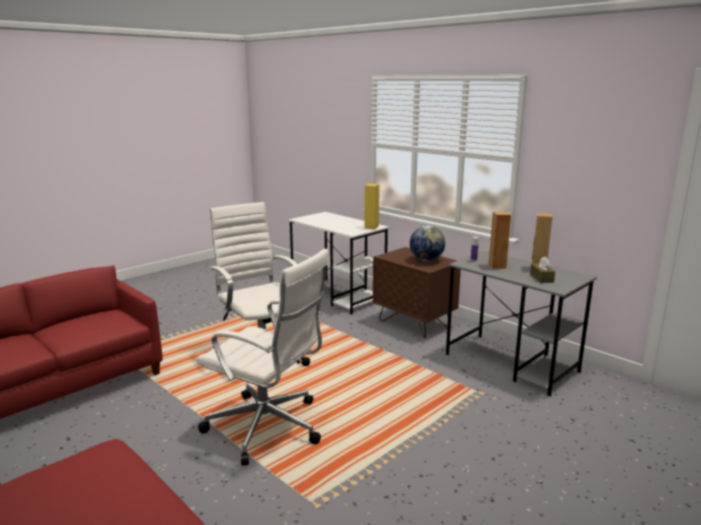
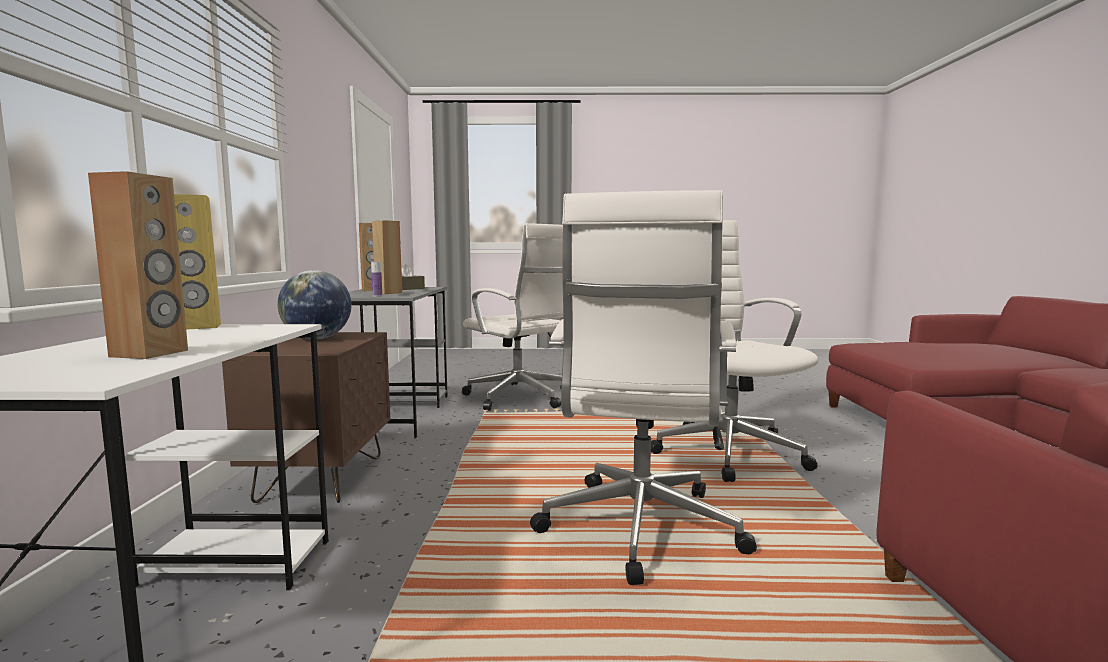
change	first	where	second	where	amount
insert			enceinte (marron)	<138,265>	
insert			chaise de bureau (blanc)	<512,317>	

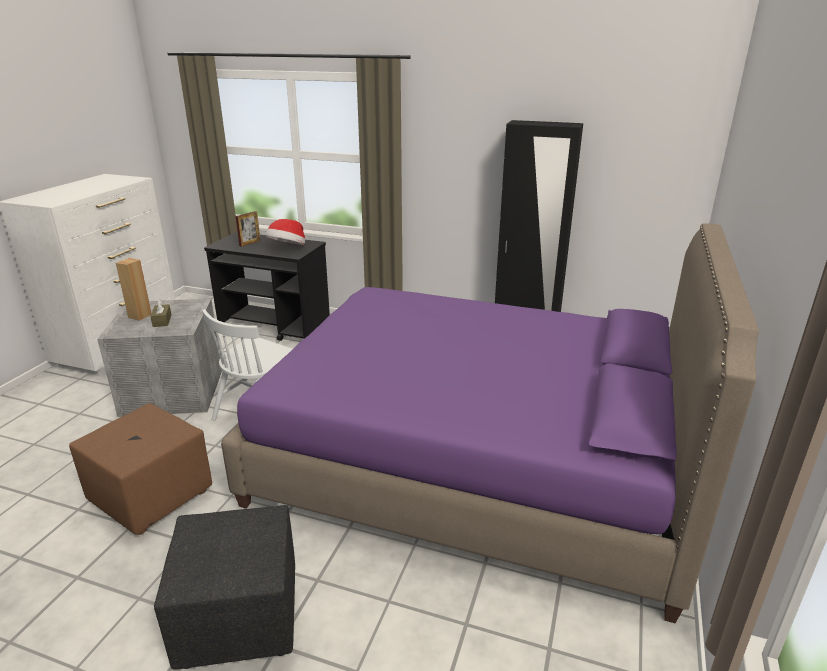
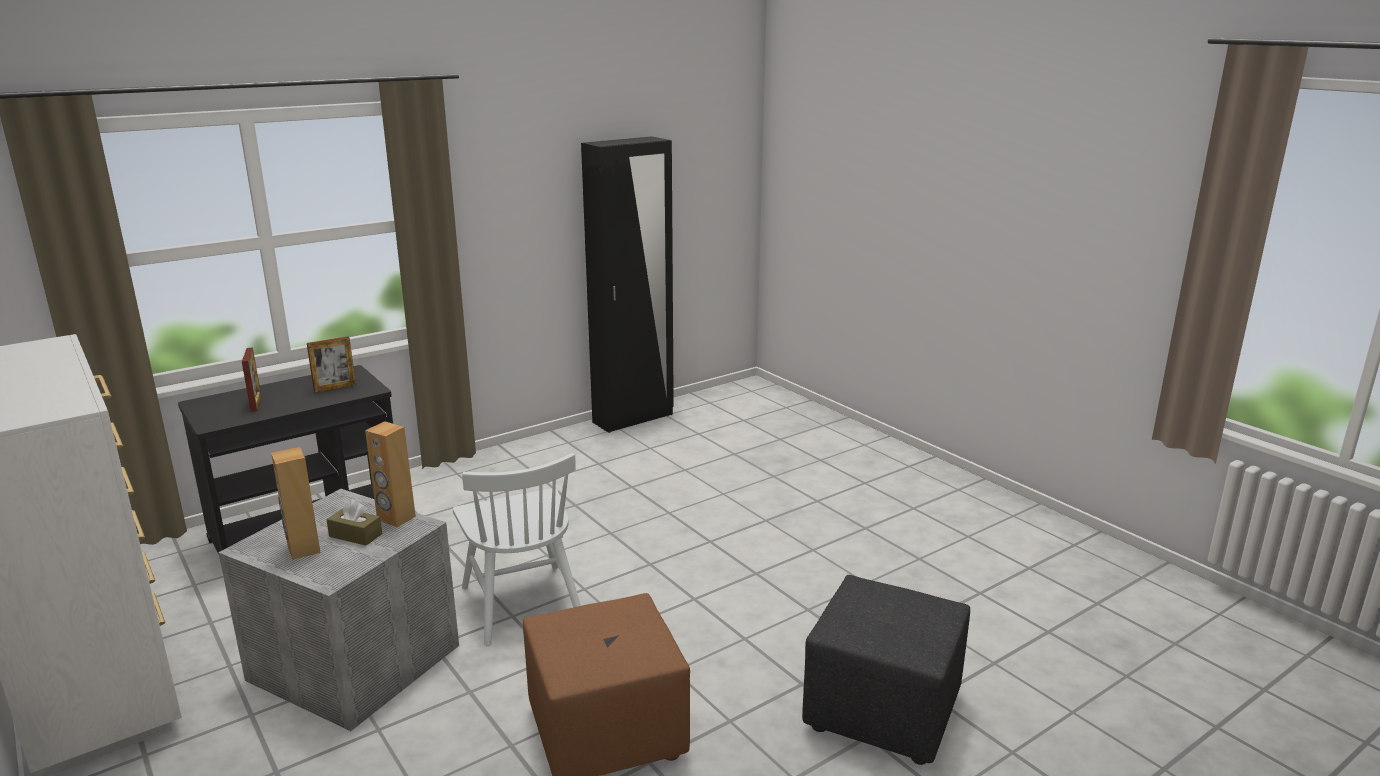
change	first	where	second	where	amount
delete	lit (violet)	<490,423>			
replace	chapeau	<285,232>	cadre photo	<331,365>	
insert			enceinte (marron)	<390,474>	

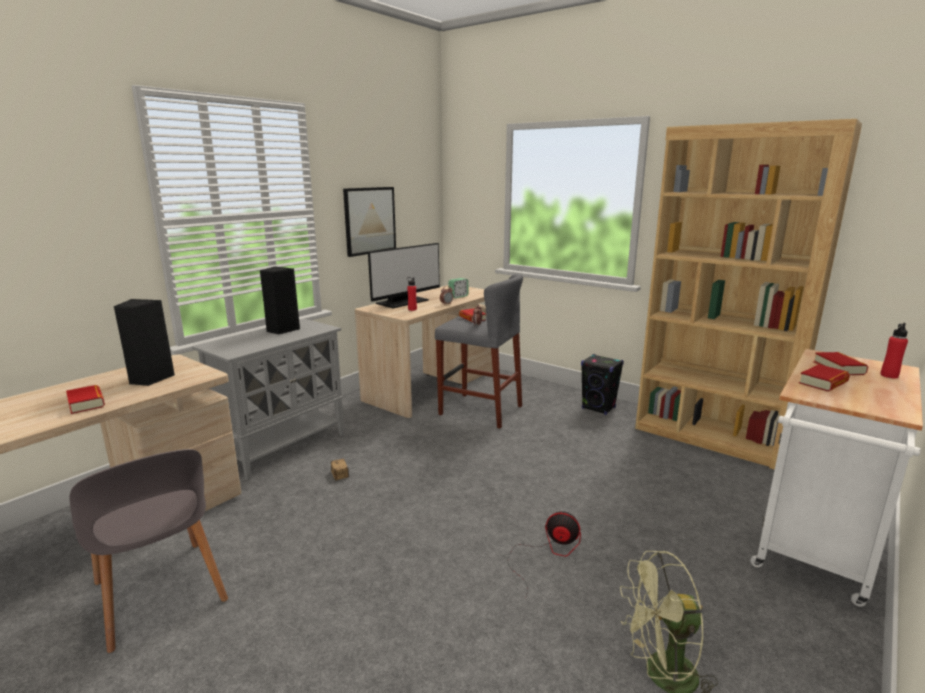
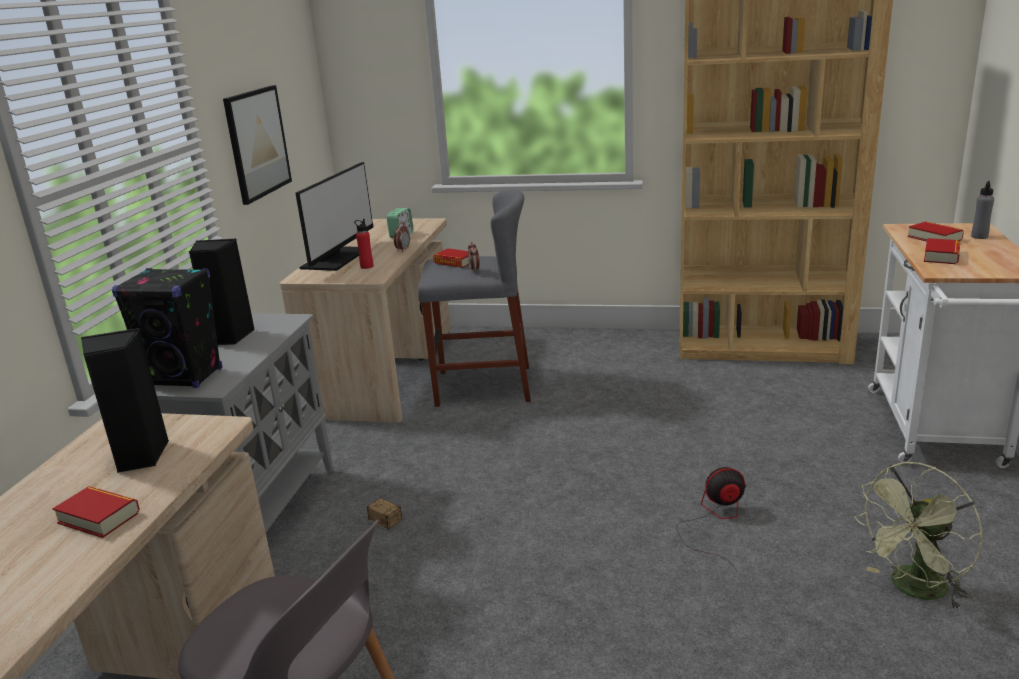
change	first	where	second	where	amount
move	enceinte (noir)	<602,384>		<167,328>	
recolor	bouteille (rouge)	<894,350>	bouteille (gris)	<982,210>	

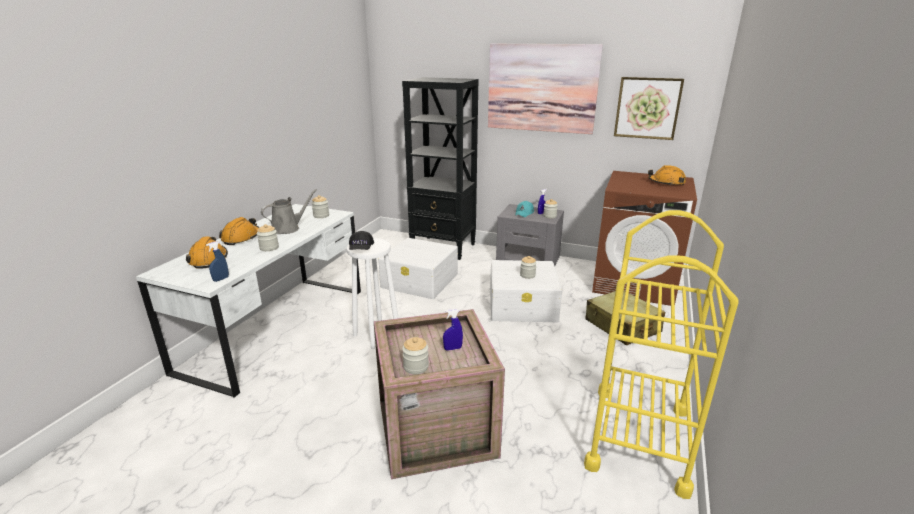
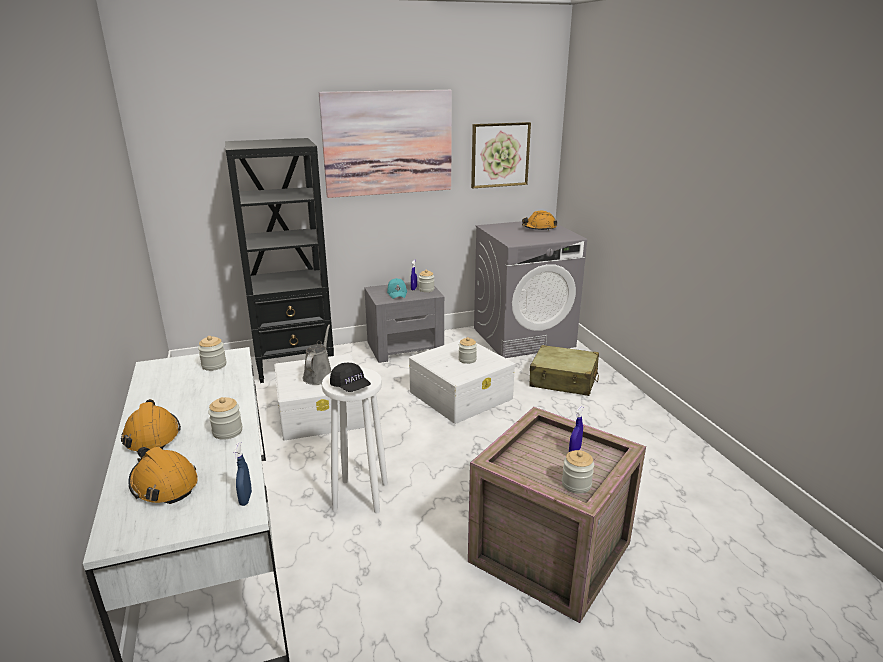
change	first	where	second	where	amount
move	arrosoir (gris)	<289,211>		<317,355>	
delete	chariot (jaune)	<661,354>			
recolor	lave-linge (marron)	<644,238>	lave-linge (gris)	<530,289>	

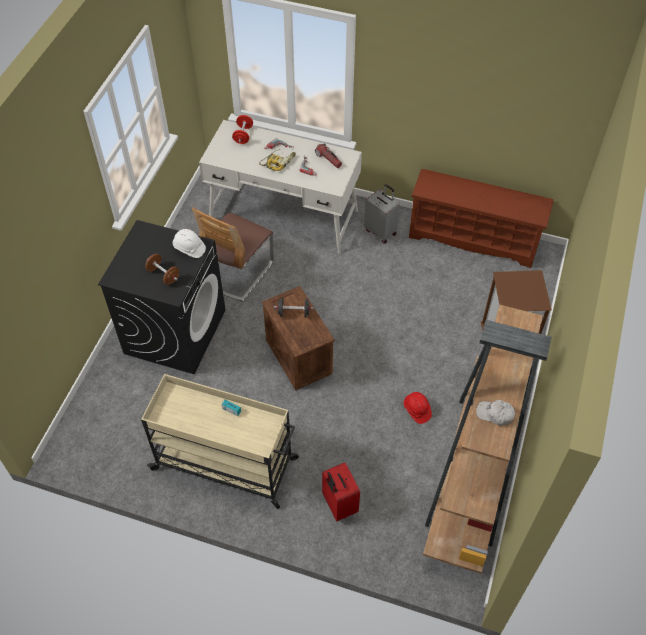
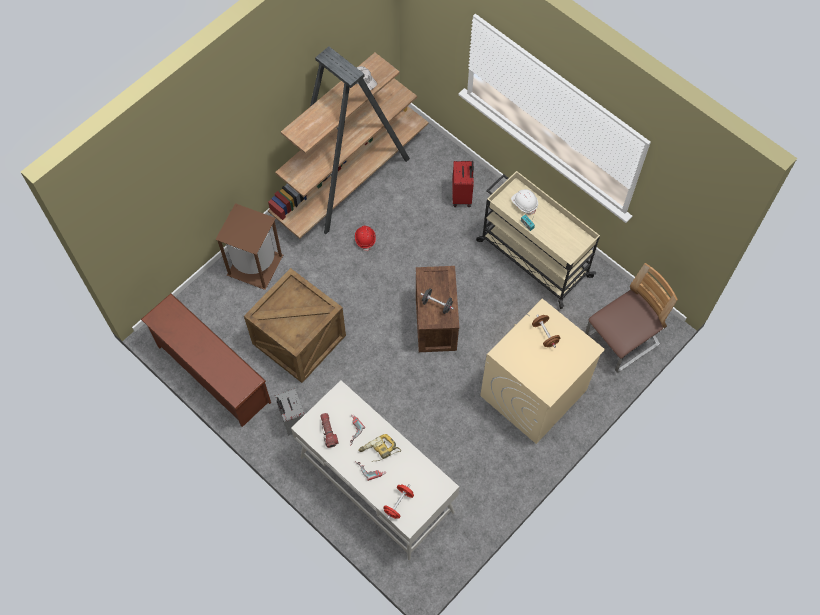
change	first	where	second	where	amount
recolor	lave-linge (noir)	<162,297>	lave-linge (beige)	<542,371>	
move	casque de chantier (blanc)	<189,243>		<524,202>	
move	chaise	<233,254>		<631,318>	
insert			caisse	<295,325>	

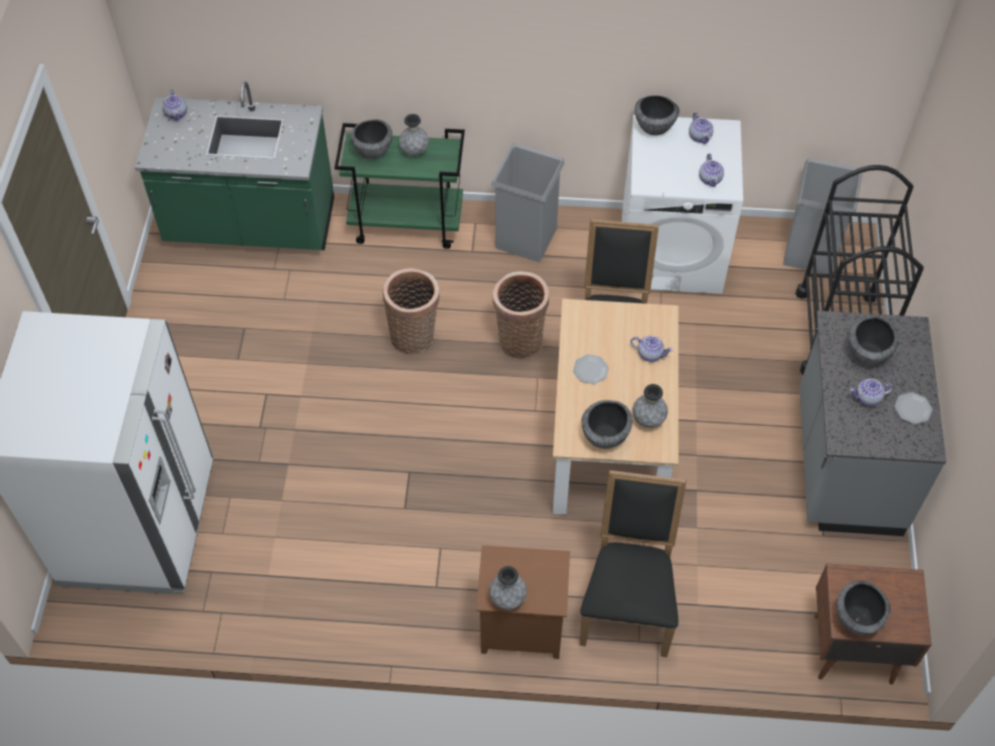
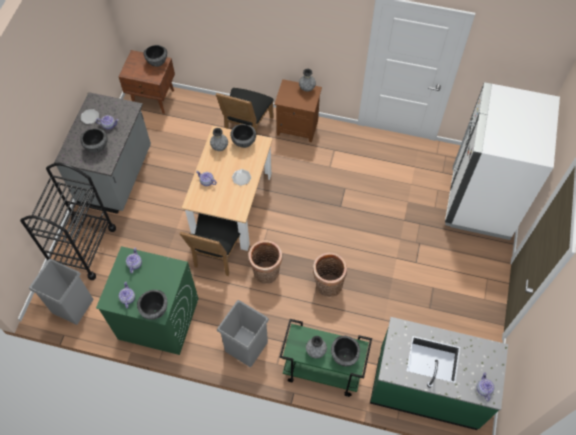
change	first	where	second	where	amount
recolor	lave-linge (blanc)	<682,204>	lave-linge (vert)	<147,300>	

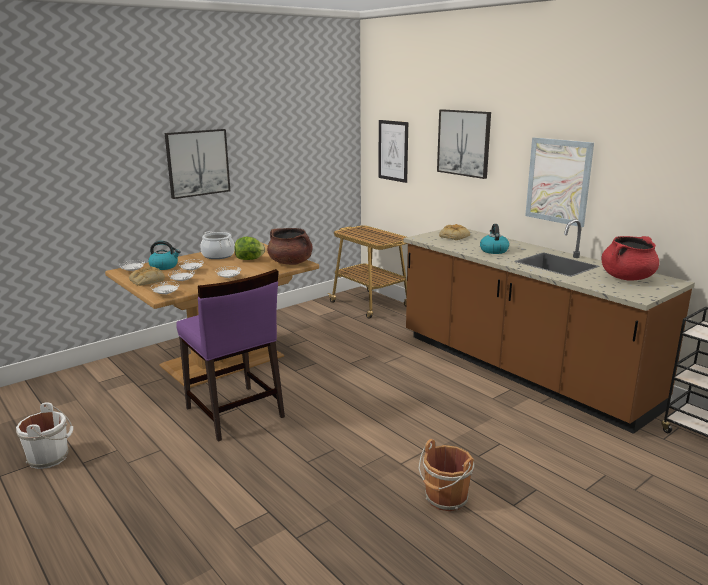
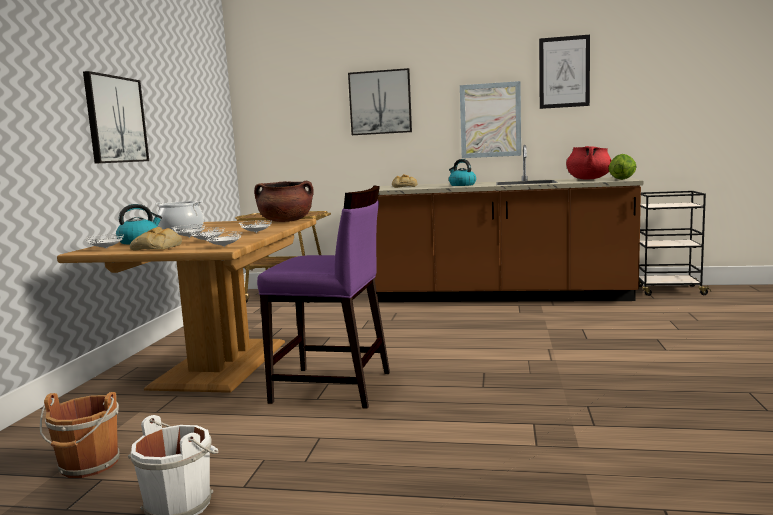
change	first	where	second	where	amount
move	laitue	<250,248>		<623,167>	
move	tableau	<393,151>		<564,72>	
move	seau (marron)	<446,475>		<80,435>	

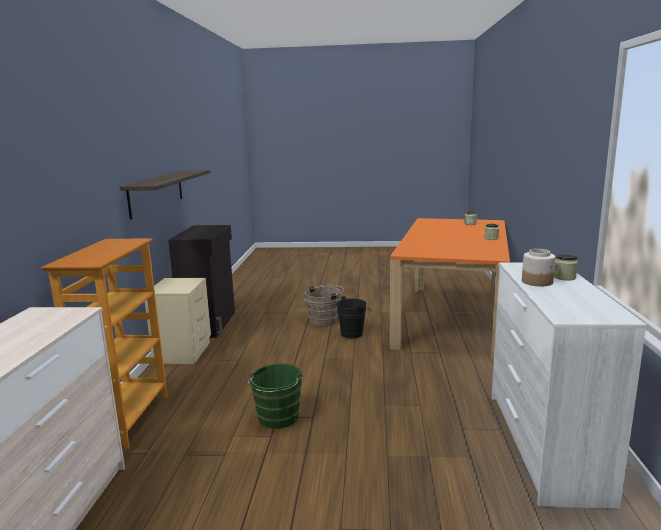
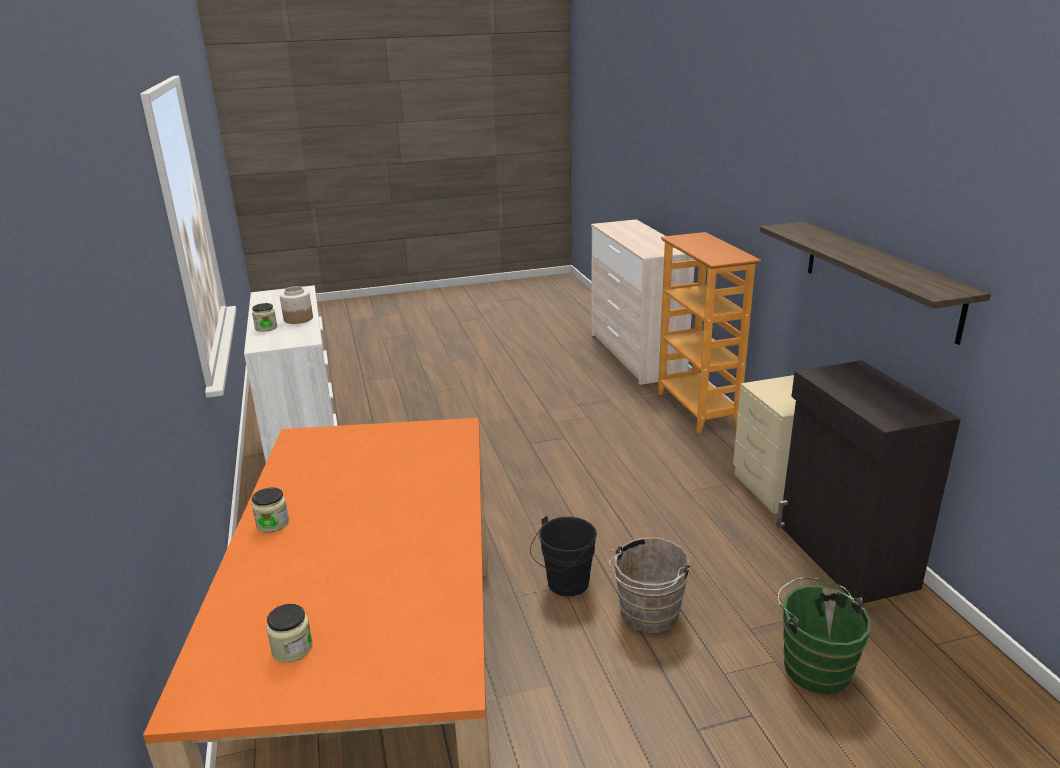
change	first	where	second	where	amount
move	seau (vert)	<275,396>		<824,636>	

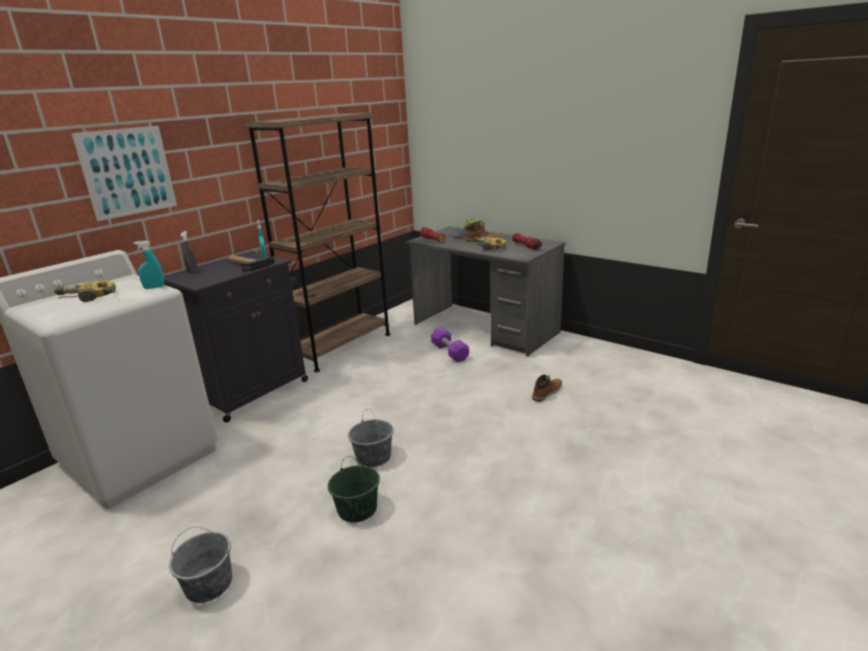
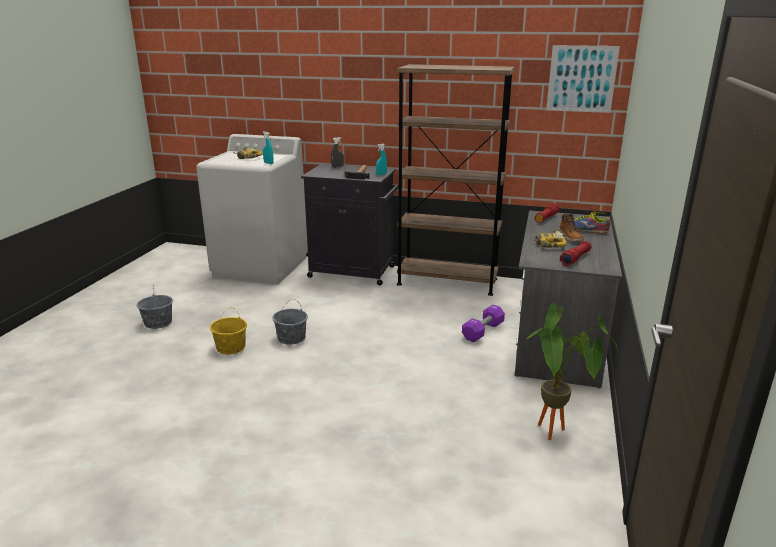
change	first	where	second	where	amount
move	tableau	<124,173>		<583,79>	
recolor	seau (vert)	<354,489>	seau (jaune)	<228,331>	
delete	botte	<547,388>			
insert			plante en pot	<570,371>	

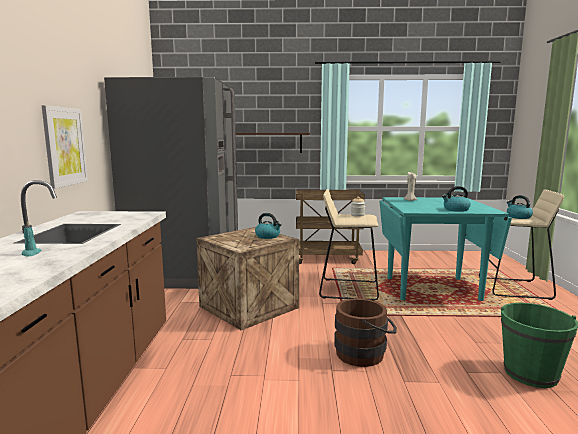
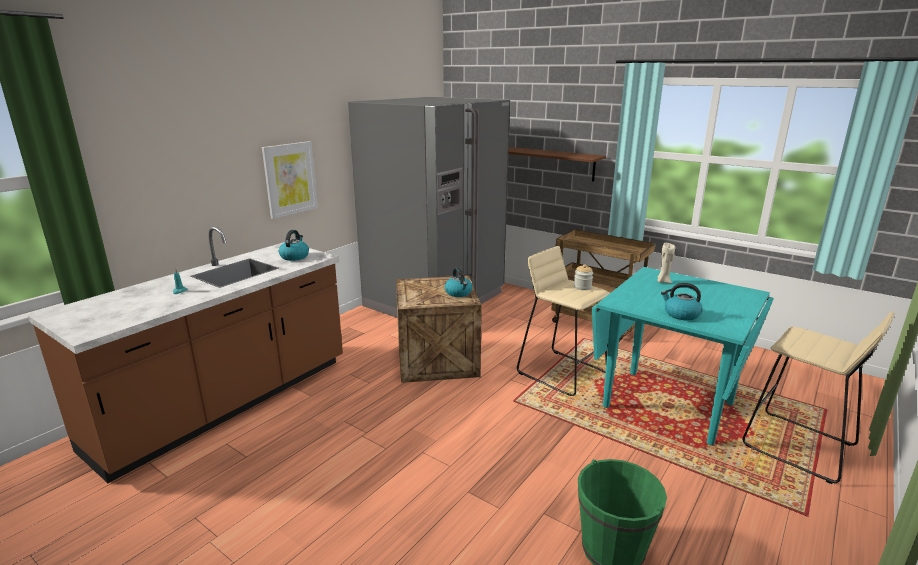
change	first	where	second	where	amount
delete	seau (marron)	<365,332>			
move	bouilloire	<520,207>		<294,245>	

